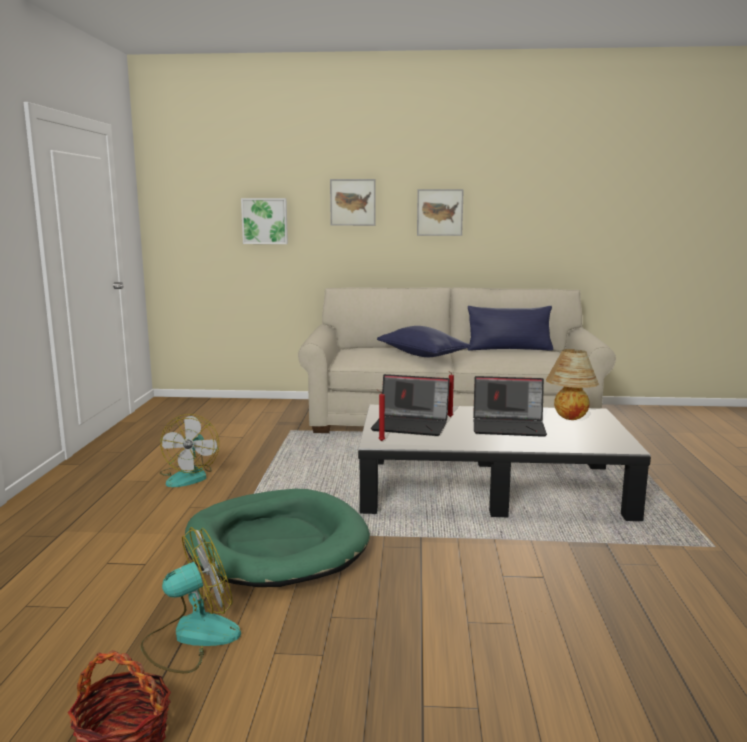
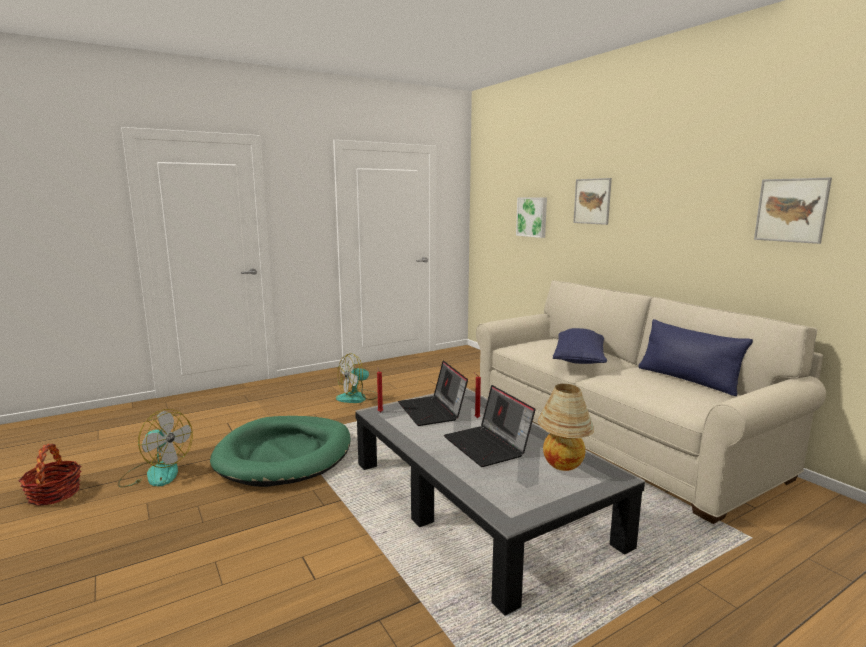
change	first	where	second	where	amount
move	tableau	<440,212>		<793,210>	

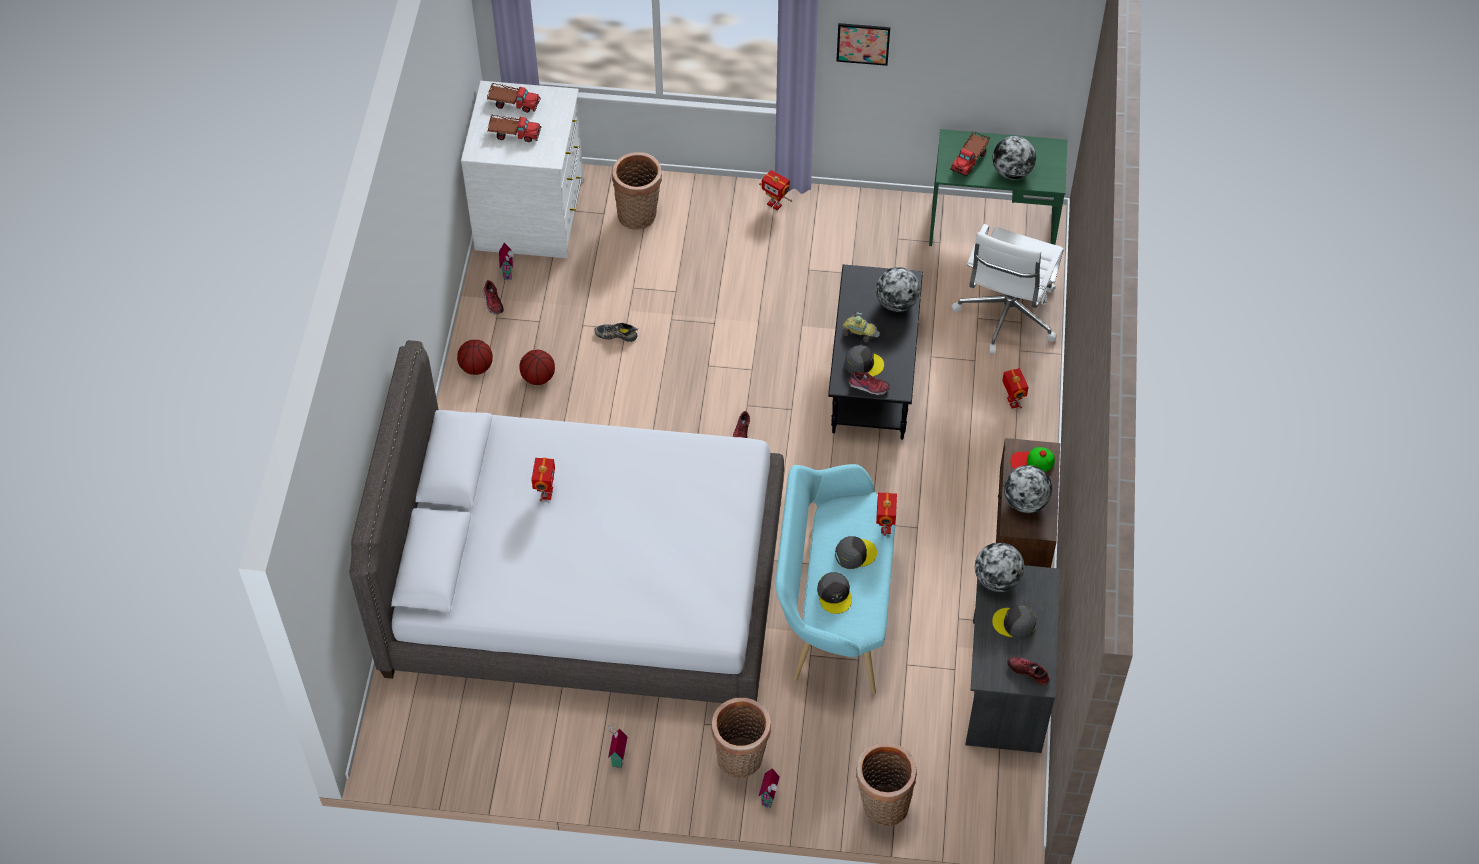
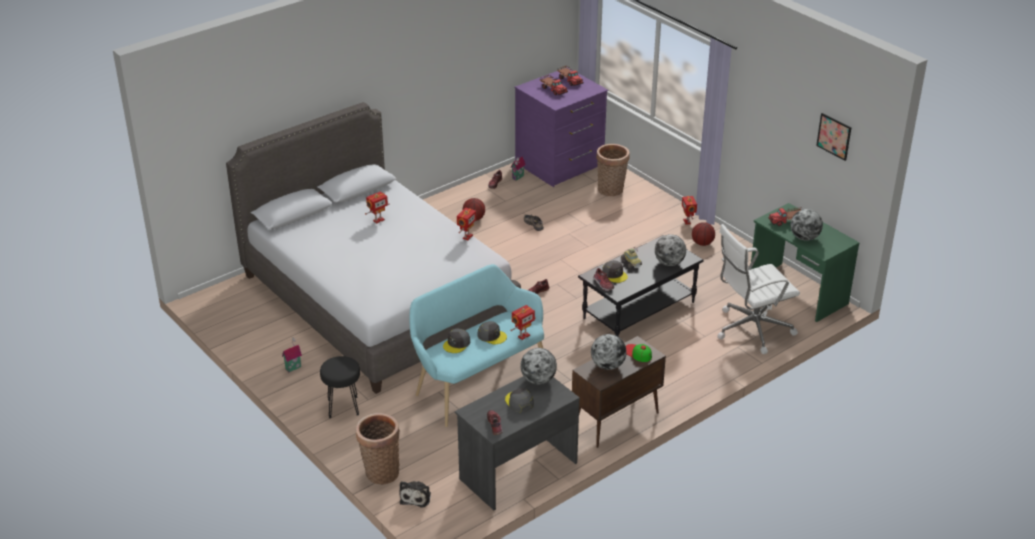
change	first	where	second	where	amount
move	ballon de basket	<475,357>		<703,234>	
recolor	commode (blanc)	<522,169>	commode (violet)	<561,127>	
replace	panier	<741,738>	tabouret (noir)	<340,387>	
delete	maison miniature	<769,788>			
move	tableau	<863,44>		<834,137>	
move	robot jouet	<1015,388>		<466,224>	
insert			peluche	<415,494>	

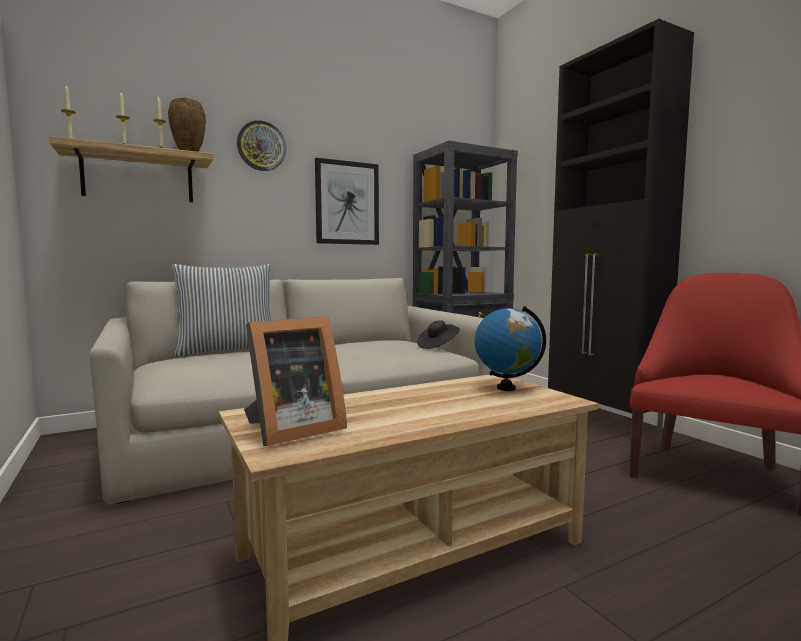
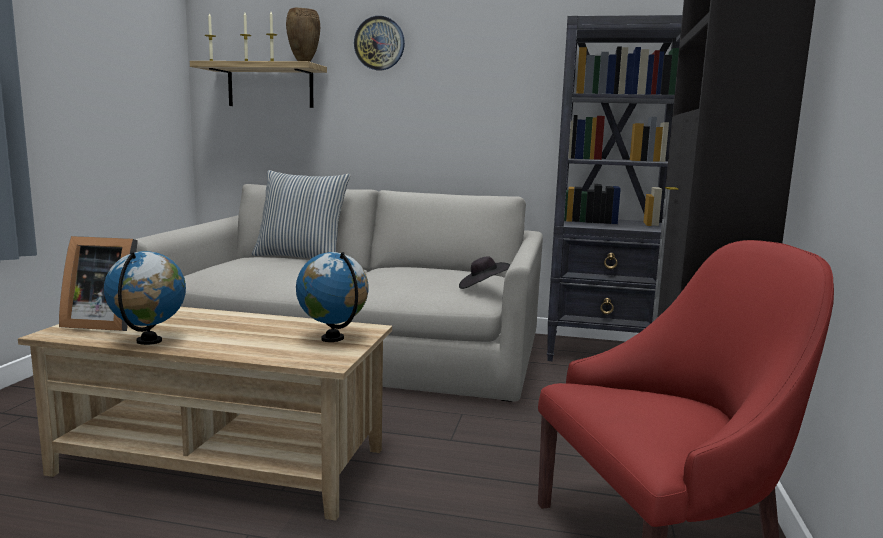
change	first	where	second	where	amount
delete	tableau	<347,201>			
insert			globe	<145,298>	

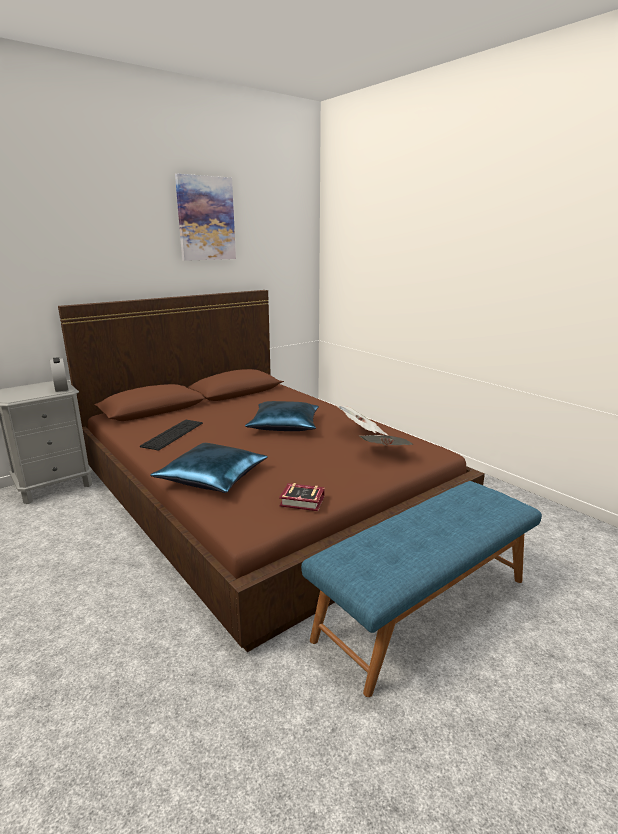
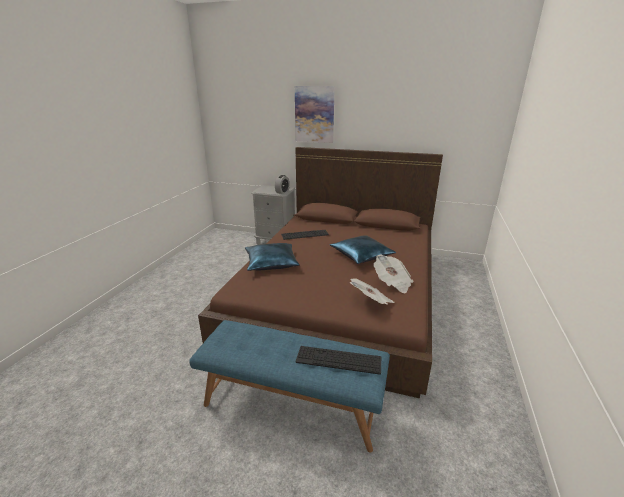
change	first	where	second	where	amount
move	tableau	<205,217>		<315,114>	
delete	livre	<302,497>			
insert			clavier	<338,360>	

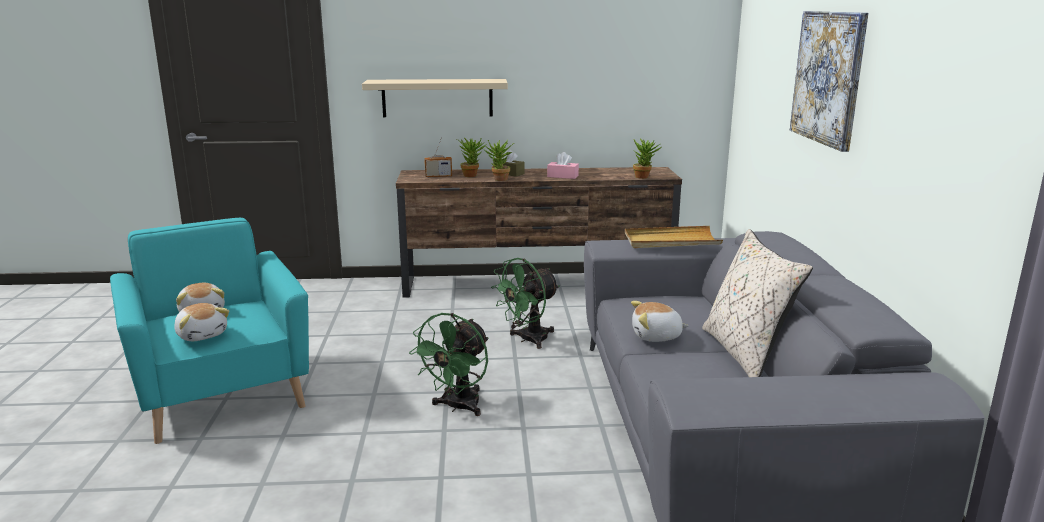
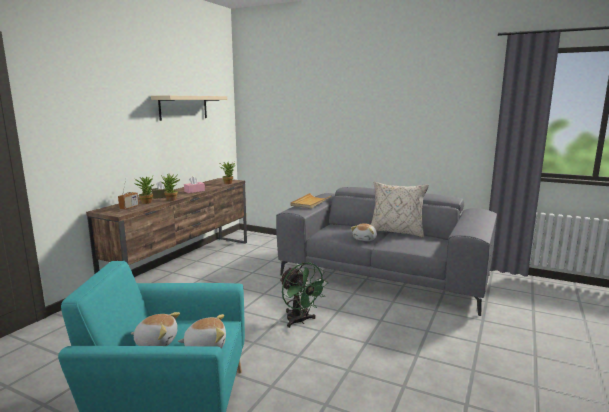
change	first	where	second	where	amount
move	étagère (beige)	<435,98>		<189,108>	
delete	ventilateur (vert)	<525,303>			
delete	tableau	<829,81>			

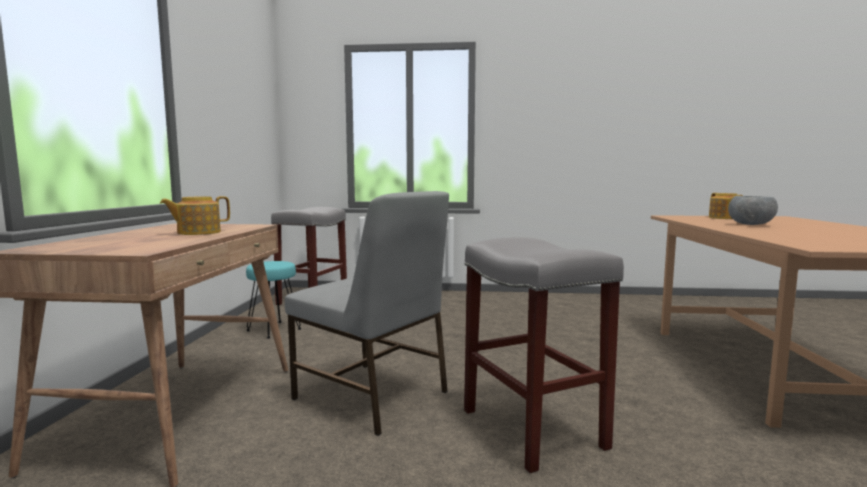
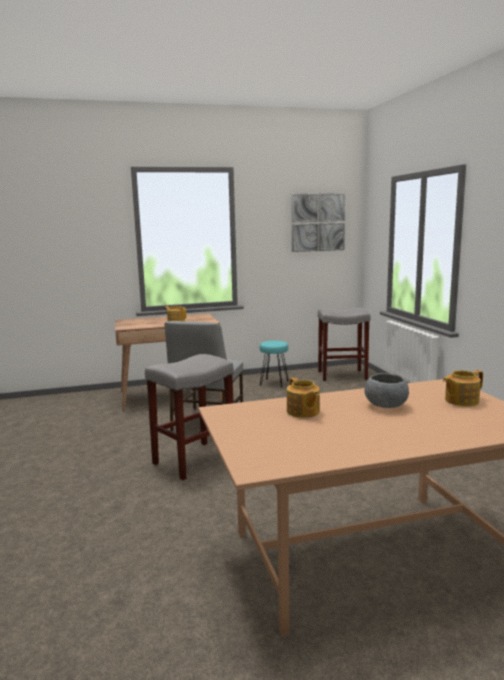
change	first	where	second	where	amount
insert			théière	<303,397>	
insert			tableau	<318,222>	

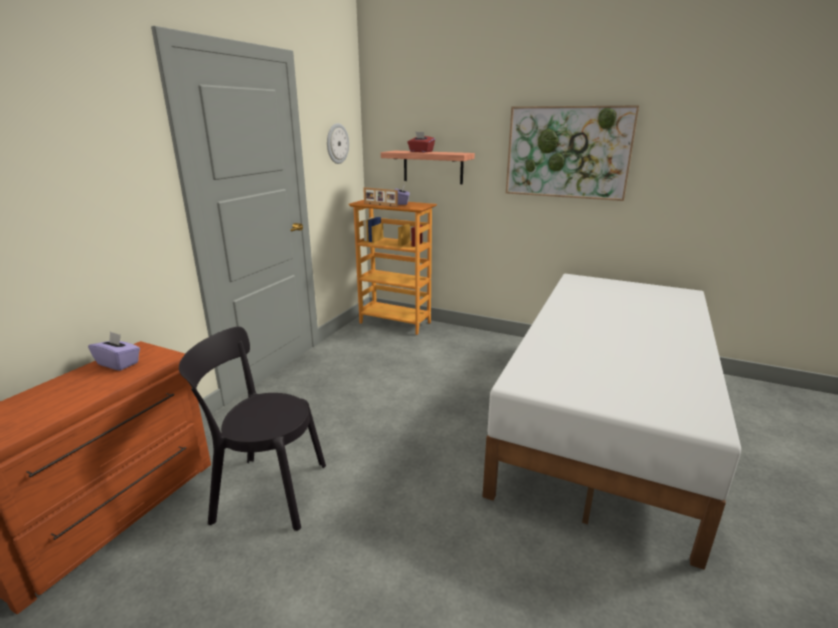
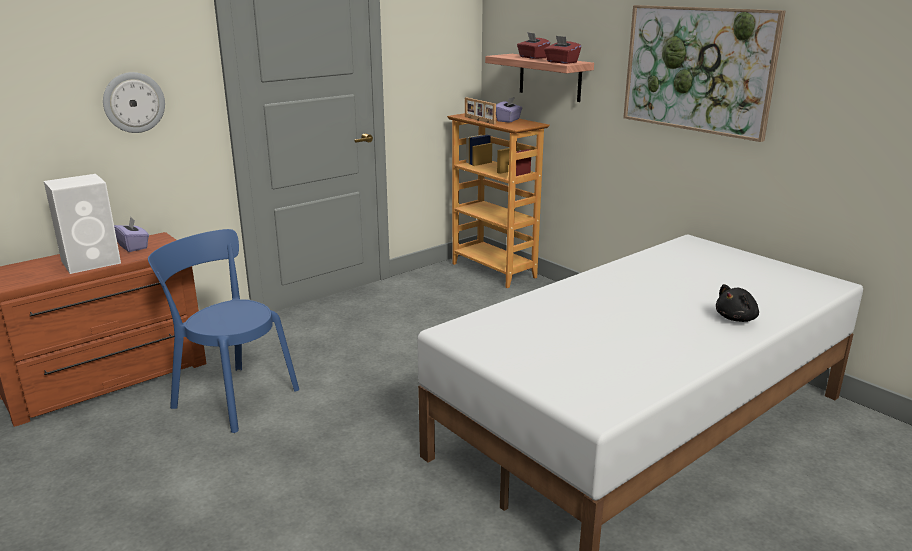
change	first	where	second	where	amount
recolor	chaise (noir)	<252,429>	chaise (bleu)	<223,331>	
move	horloge murale	<338,143>		<134,102>	
insert			enceinte (blanc)	<82,224>	
insert			boîte à mouchoirs (rouge)	<562,50>	
insert			peluche (noir)	<737,303>	

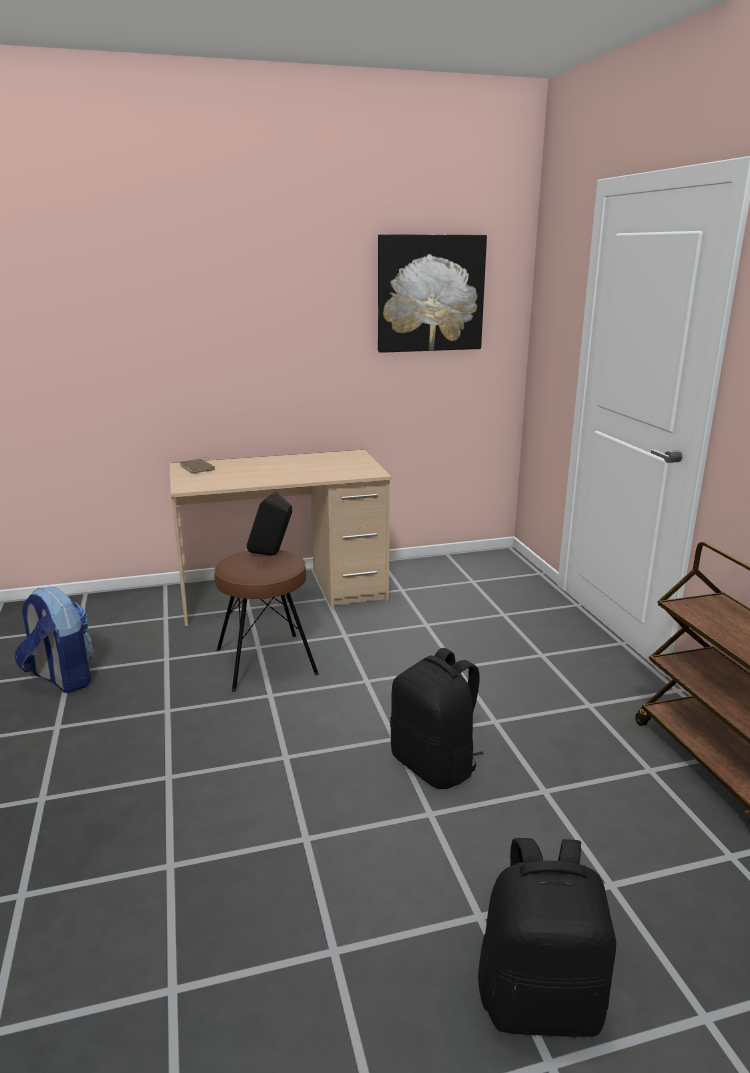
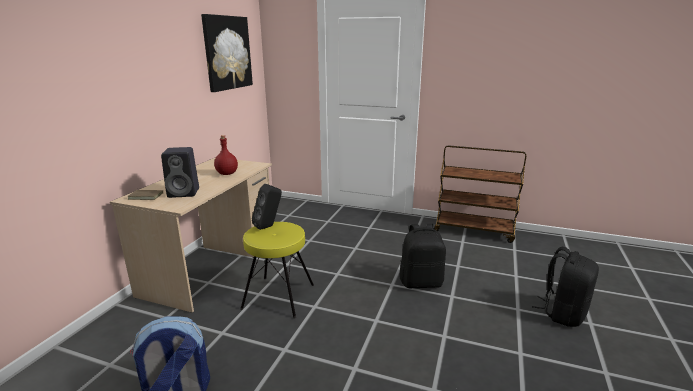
change	first	where	second	where	amount
recolor	tabouret (marron)	<266,621>	tabouret (jaune)	<277,270>	
insert			enceinte (noir)	<180,172>	
insert			bouteille (rouge)	<226,155>	

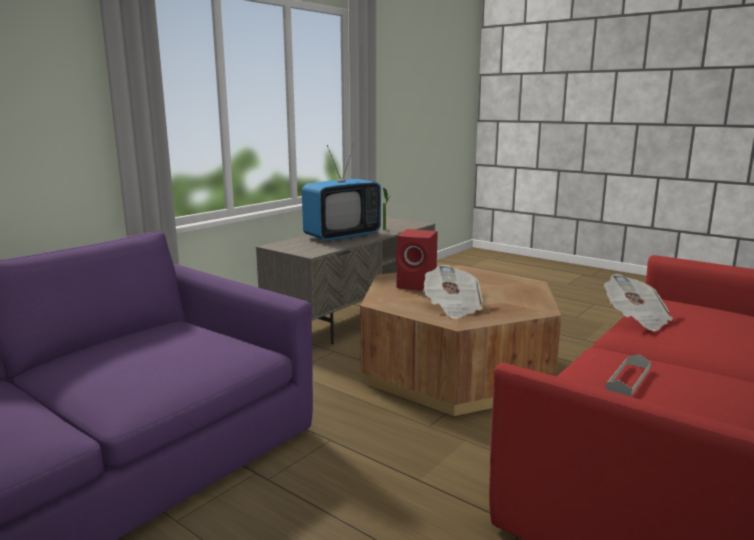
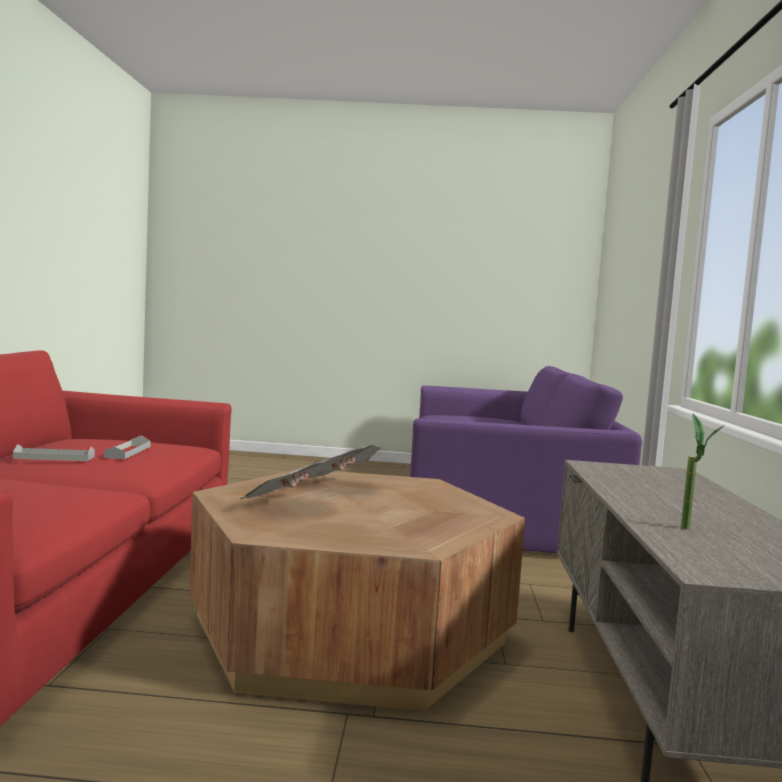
change	first	where	second	where	amount
delete	téléviseur	<341,192>			
delete	enceinte (rouge)	<417,260>			
move	journal	<638,302>		<288,478>	
insert			plateau (gris)	<54,452>	

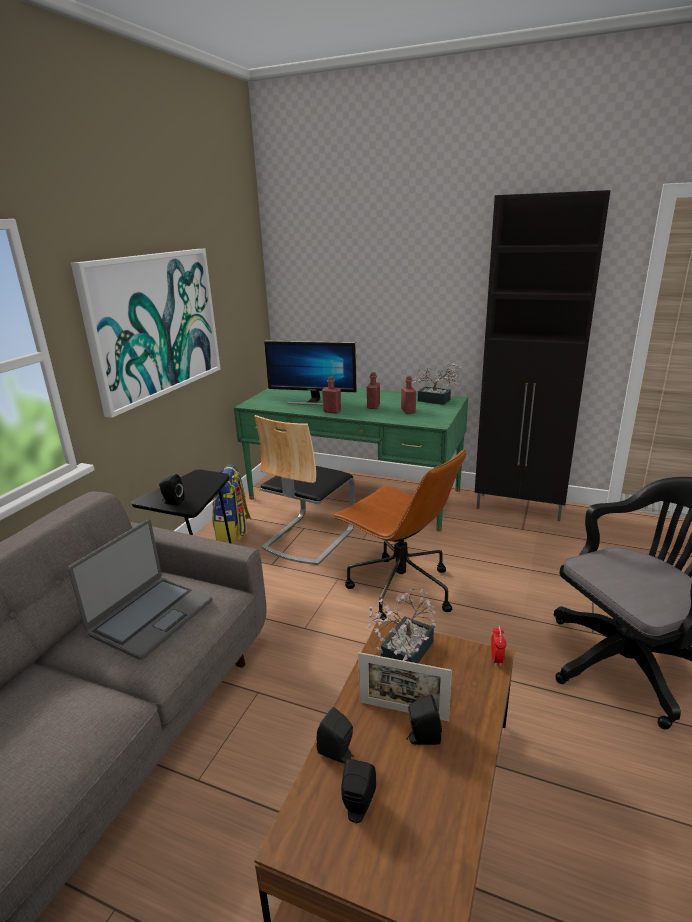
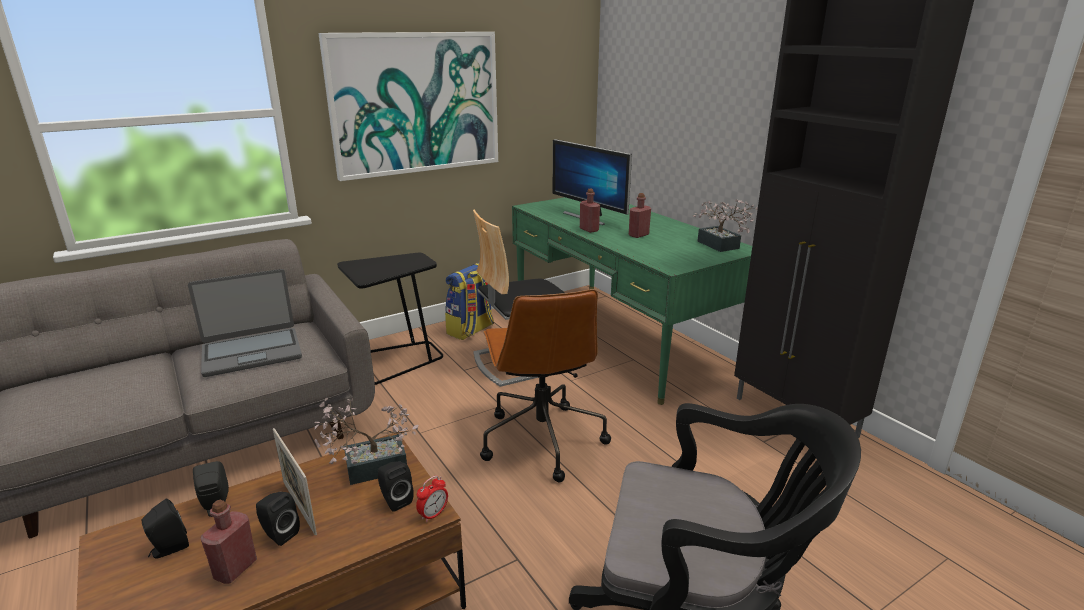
change	first	where	second	where	amount
move	enceinte (noir)	<171,490>		<396,486>	
move	bouteille (rouge)	<408,395>		<228,542>	

